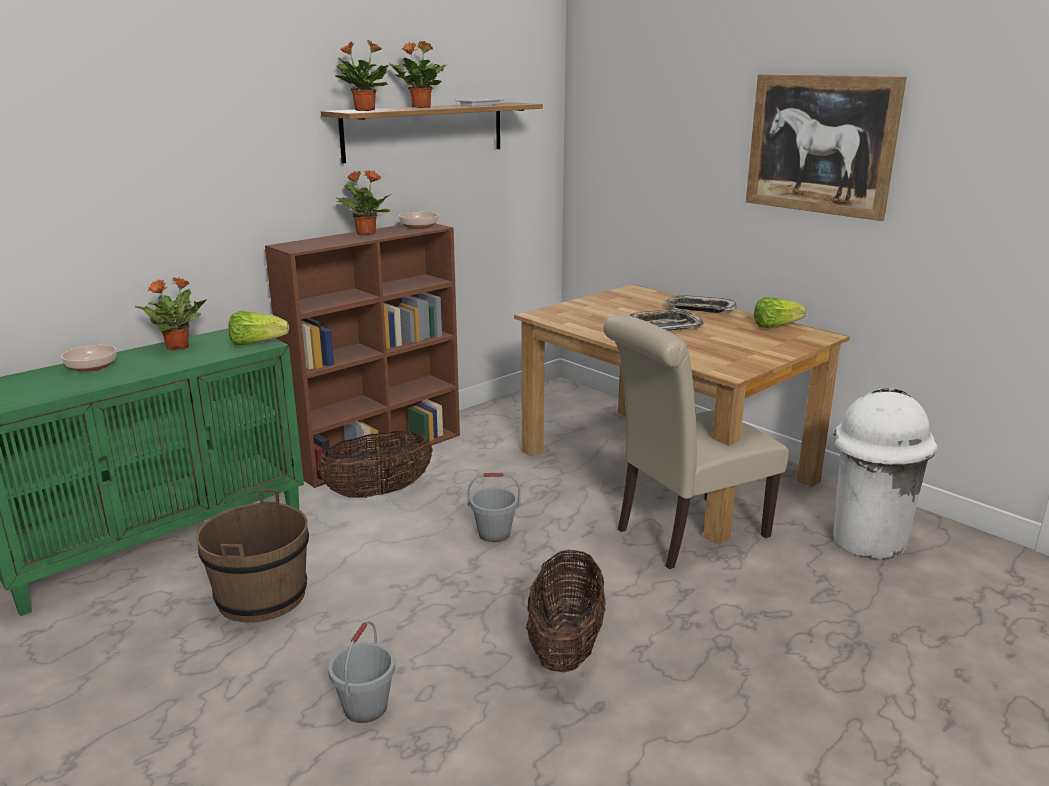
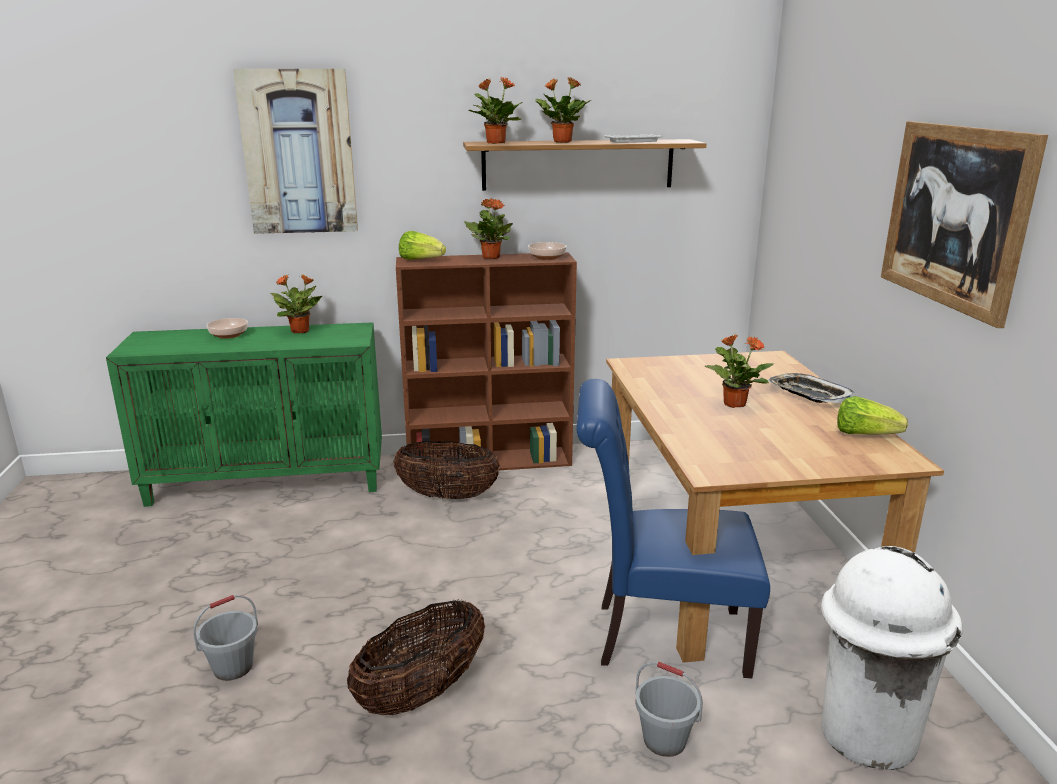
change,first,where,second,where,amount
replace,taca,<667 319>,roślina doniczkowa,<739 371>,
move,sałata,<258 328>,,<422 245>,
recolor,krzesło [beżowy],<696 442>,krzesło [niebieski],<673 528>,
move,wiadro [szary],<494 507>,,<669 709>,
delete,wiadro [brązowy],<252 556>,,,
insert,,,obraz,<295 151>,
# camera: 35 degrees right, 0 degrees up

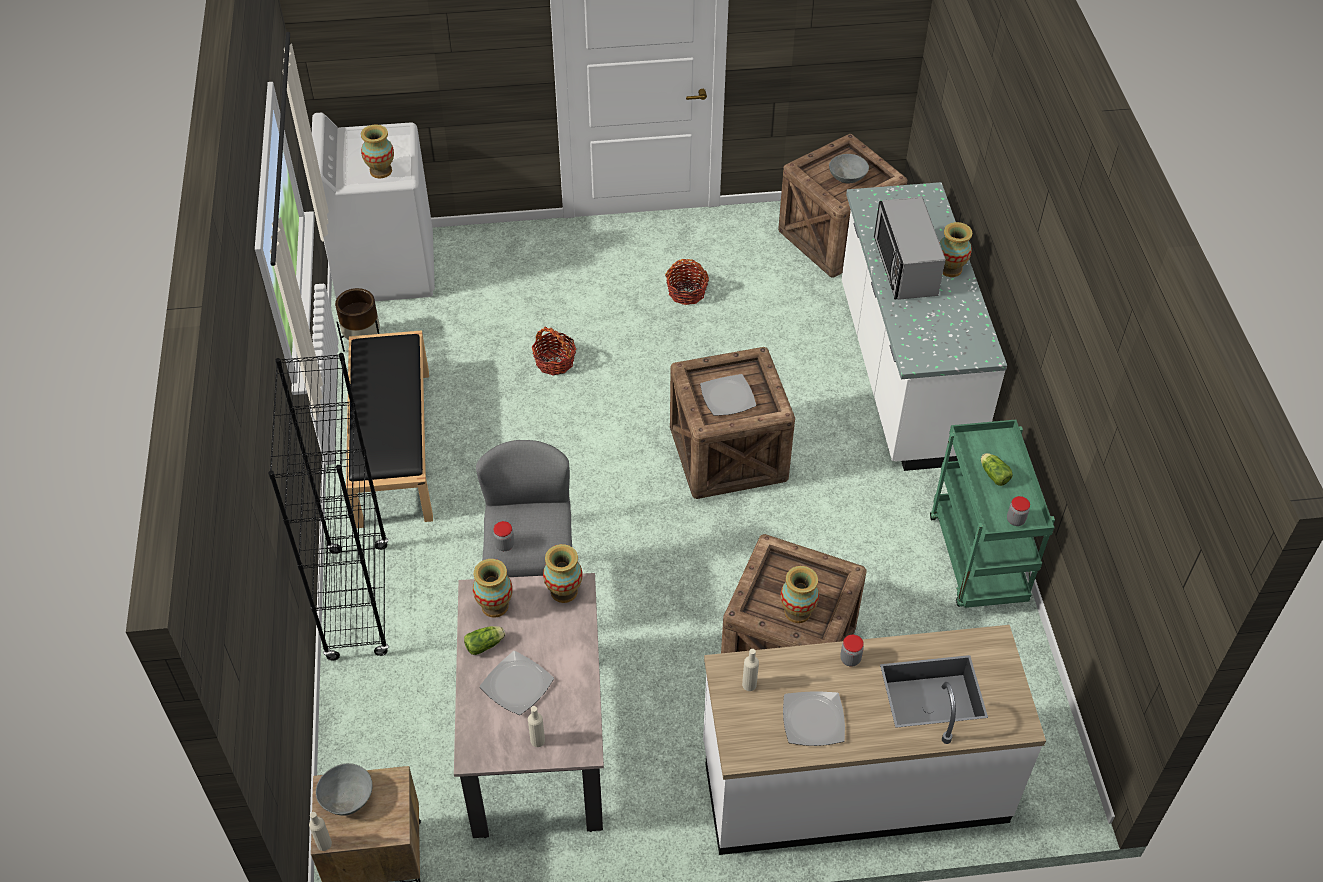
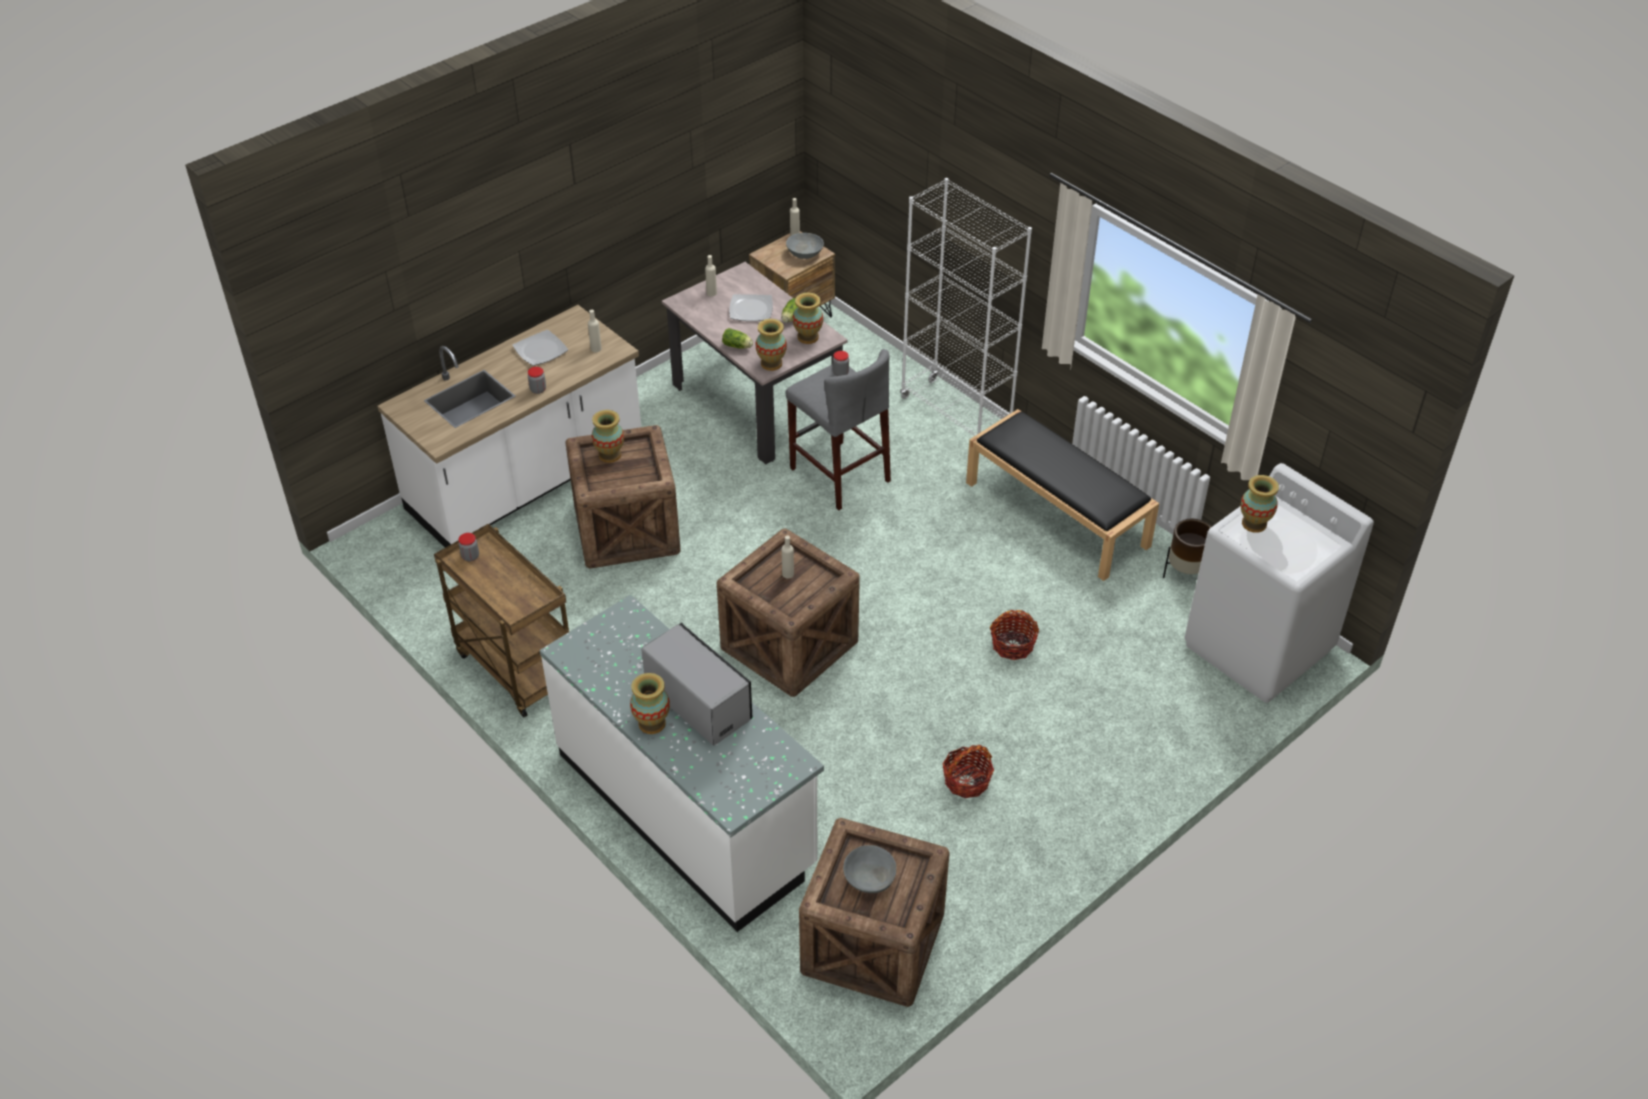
change,first,where,second,where,amount
recolor,regał [czarny],<329 506>,regał [biały],<966 307>,
replace,talerz,<728 395>,butelka [beżowy],<788 557>,
recolor,wózek [zielony],<992 514>,wózek [brązowy],<501 620>,
move,sałata,<997 469>,,<737 338>,
# camera: 145 degrees right, 5 degrees down

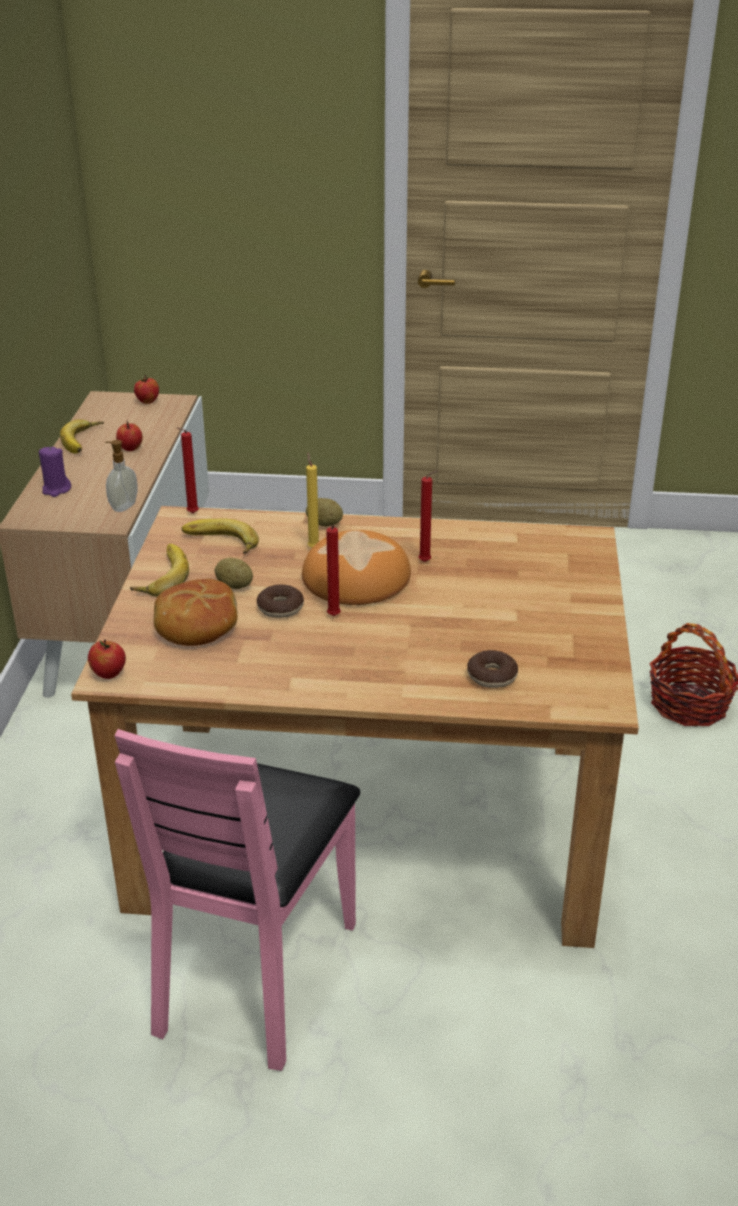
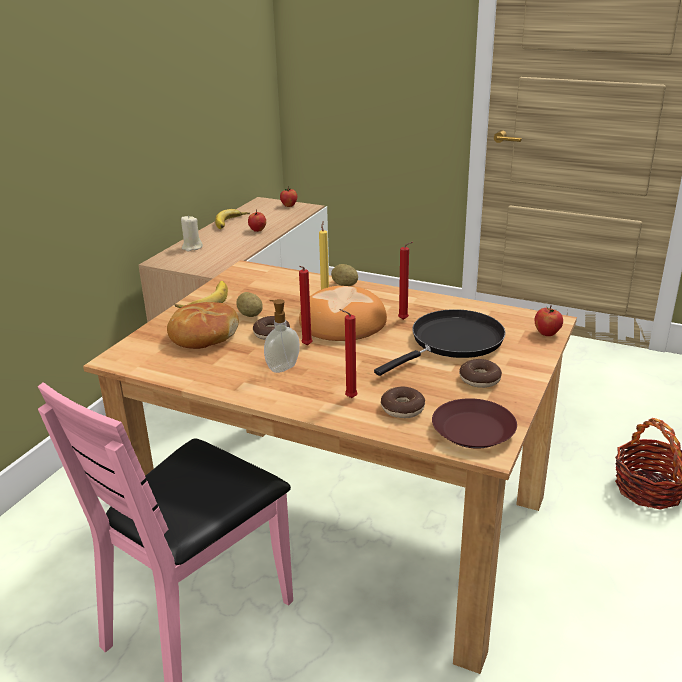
change,first,where,second,where,amount
move,świeca [czerwony],<188 470>,,<348 353>,
move,dozownik mydła,<121 476>,,<282 336>,
recolor,świeca [fioletowy],<55 471>,świeca [beżowy],<192 233>,
delete,banan,<220 536>,,,
move,jabłko,<107 659>,,<548 320>,
insert,,,patelnia [czarny],<440 342>,
insert,,,donut,<480 373>,
insert,,,talerz [brązowy],<474 423>,
# camera: 20 degrees right, 5 degrees down

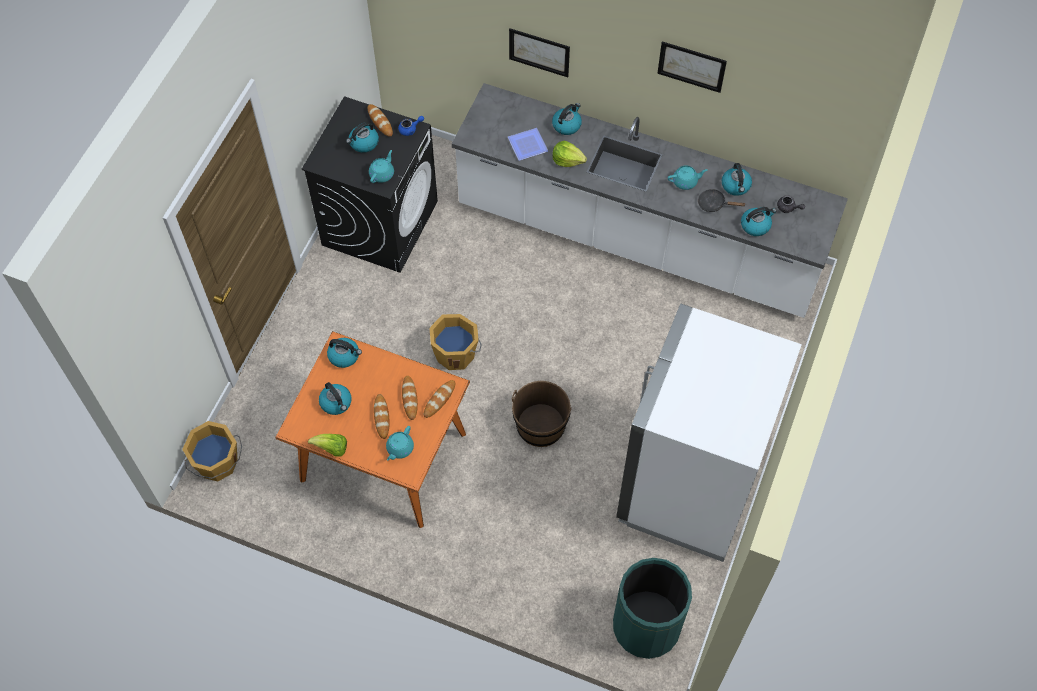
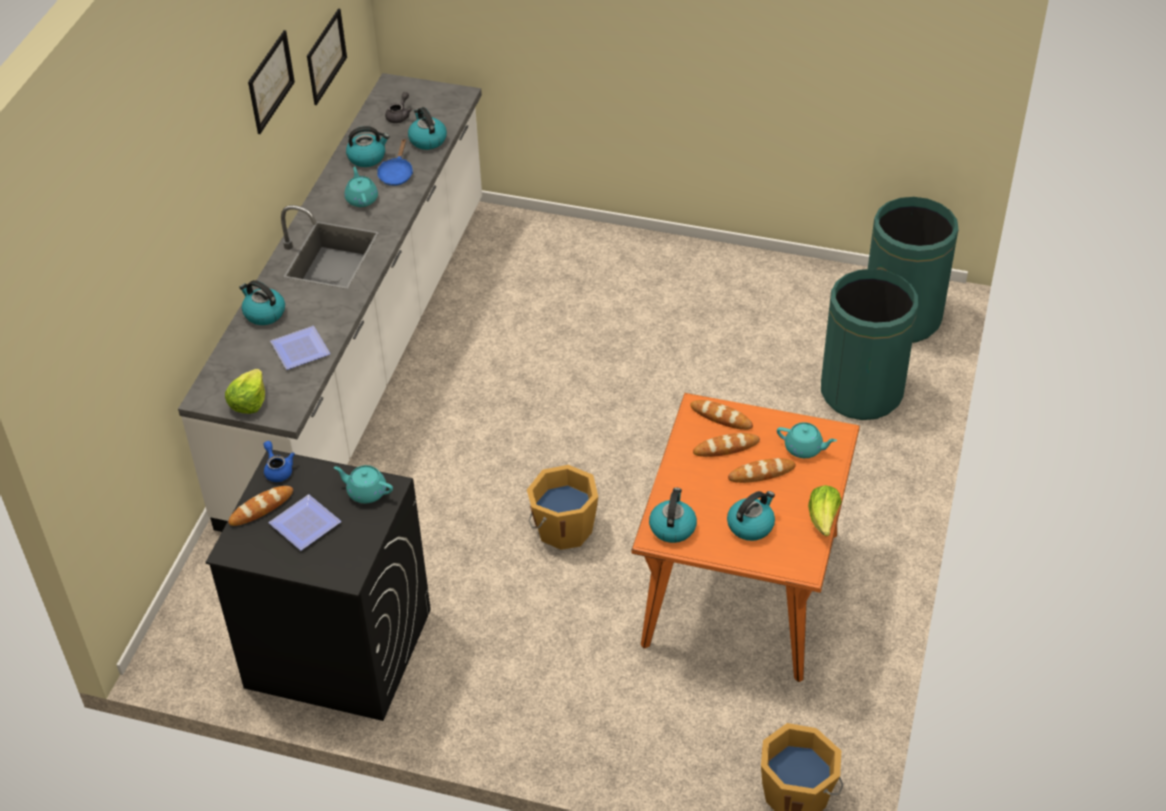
change,first,where,second,where,amount
move,obraz,<539 52>,,<327 56>,
replace,czajnik,<362 137>,talerz,<305 522>,
move,sałata,<569 154>,,<245 391>,
recolor,patelnia [czarny],<721 200>,patelnia [niebieski],<395 162>,
delete,lodówka [biały],<709 433>,,,
delete,wiadro [brązowy],<542 414>,,,
insert,,,kosz na śmieci [zielony],<869 344>,
# camera: 95 degrees left, 15 degrees down

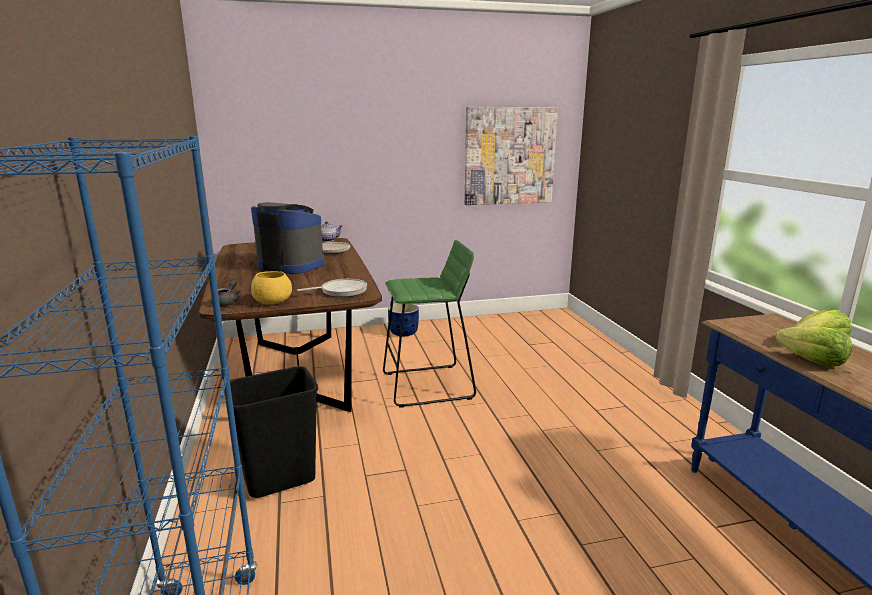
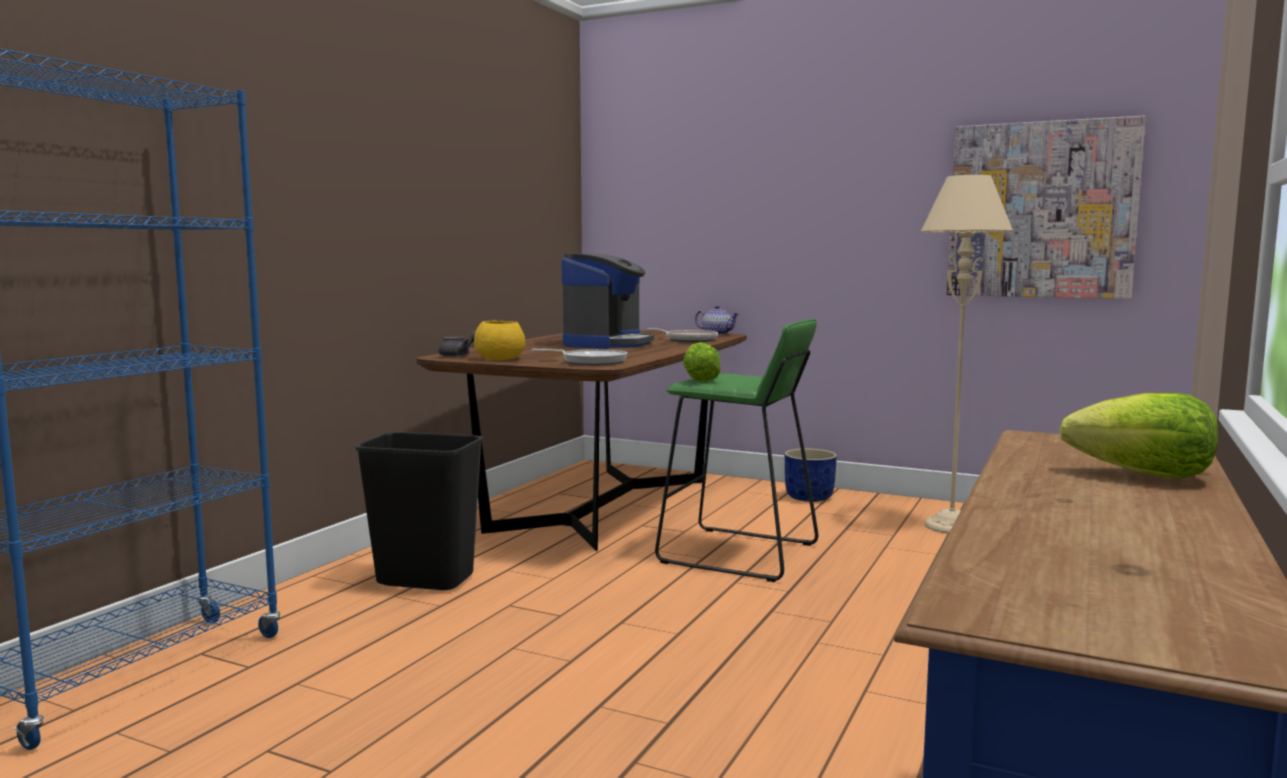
change,first,where,second,where,amount
rotate,ekspres do kawy,<287 238>,,<608 301>,45 degrees clockwise
move,sałata,<813 346>,,<702 362>,
insert,,,lampa stojąca [beżowy],<967 354>,
# camera: 40 degrees right, 10 degrees down

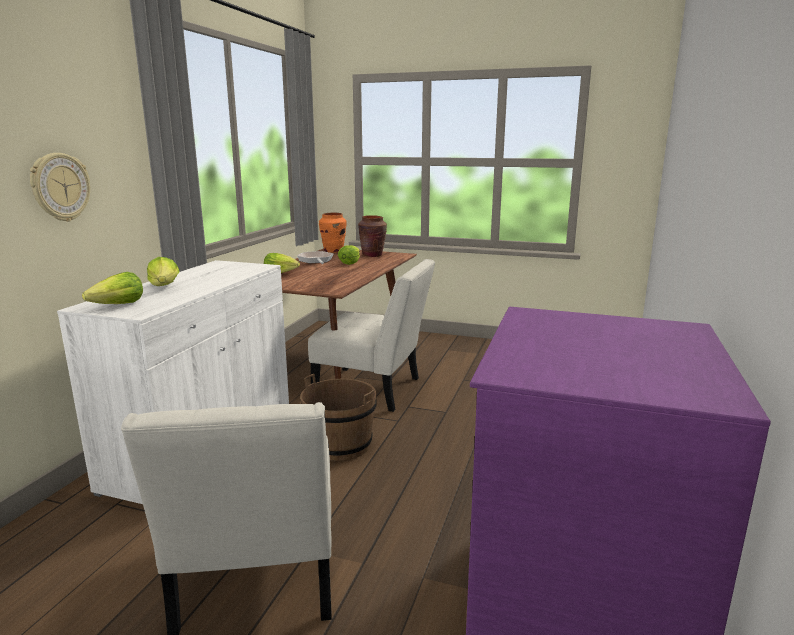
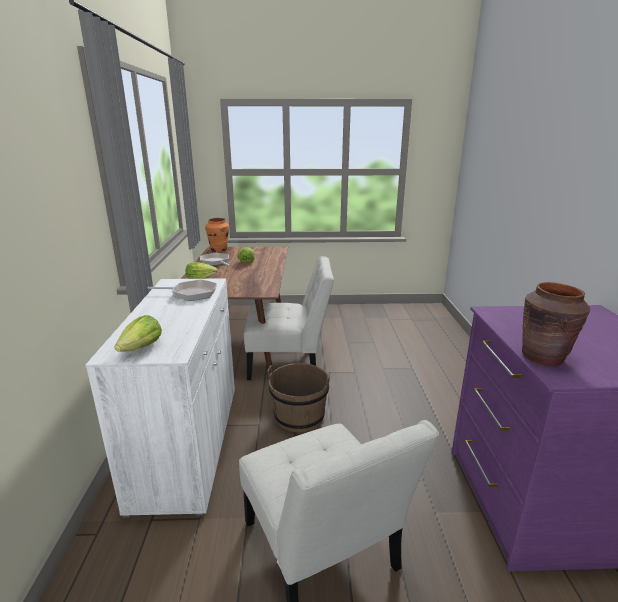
change,first,where,second,where,amount
delete,zegar ścienny,<60 187>,,,
move,wazon [brązowy],<372 236>,,<556 324>,
delete,sałata,<163 271>,,,
insert,,,patelnia,<182 290>,
# camera: 20 degrees left, 5 degrees up

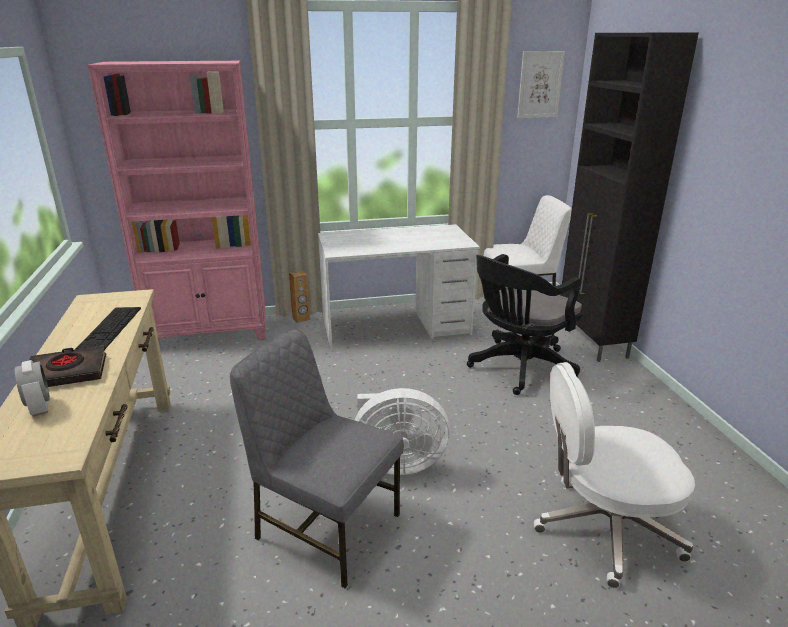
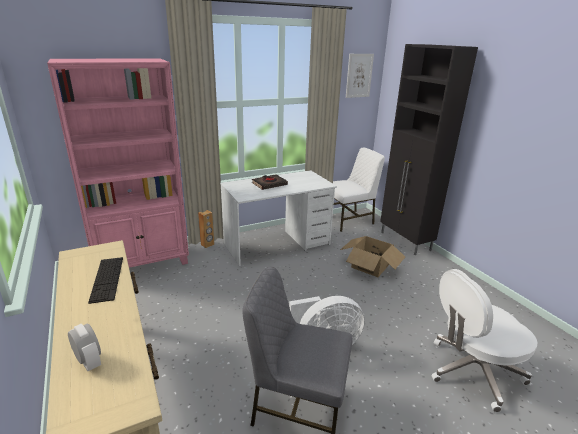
change,first,where,second,where,amount
replace,krzesło biurowe [czarny],<525 324>,karton,<372 256>,
move,książka [czarny],<67 366>,,<270 182>,
# camera: 15 degrees left, 0 degrees up

